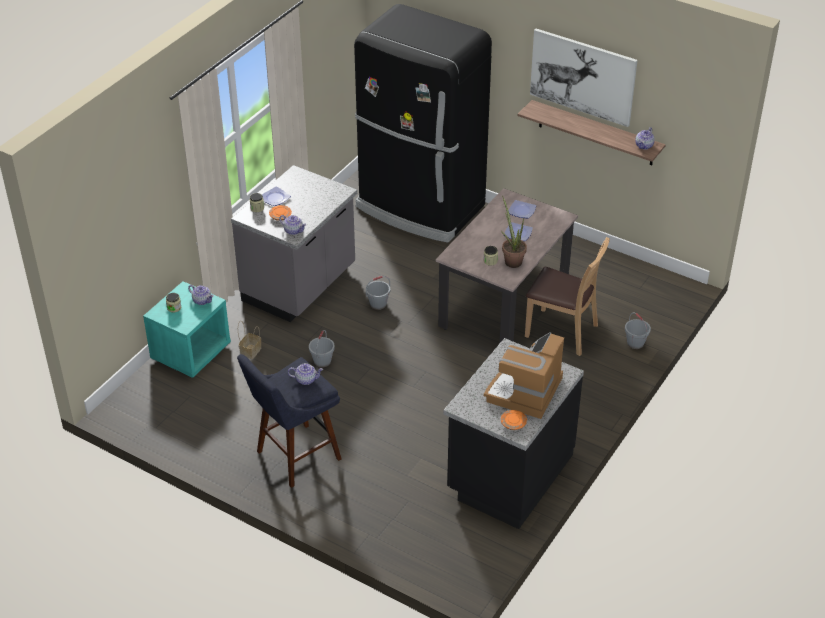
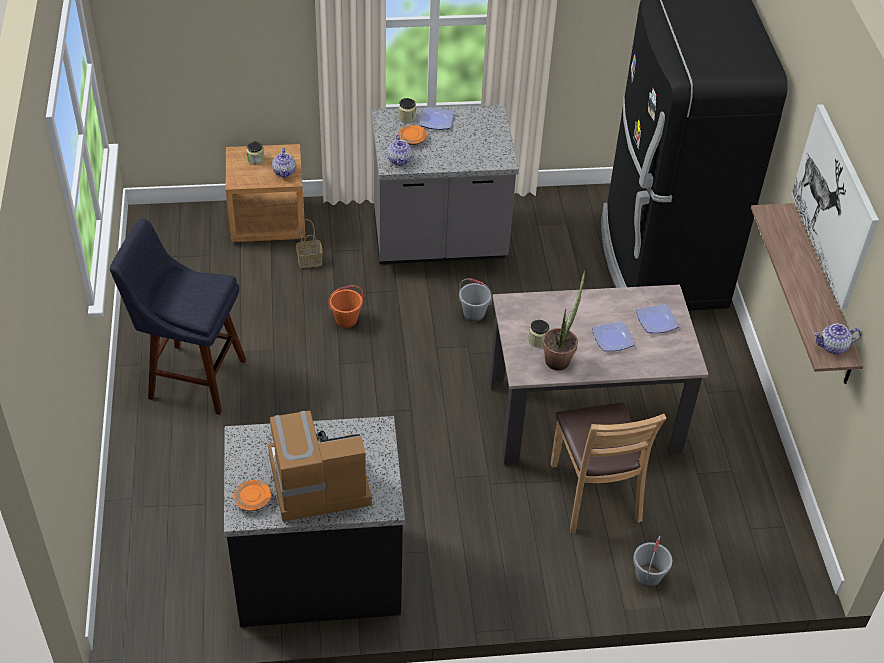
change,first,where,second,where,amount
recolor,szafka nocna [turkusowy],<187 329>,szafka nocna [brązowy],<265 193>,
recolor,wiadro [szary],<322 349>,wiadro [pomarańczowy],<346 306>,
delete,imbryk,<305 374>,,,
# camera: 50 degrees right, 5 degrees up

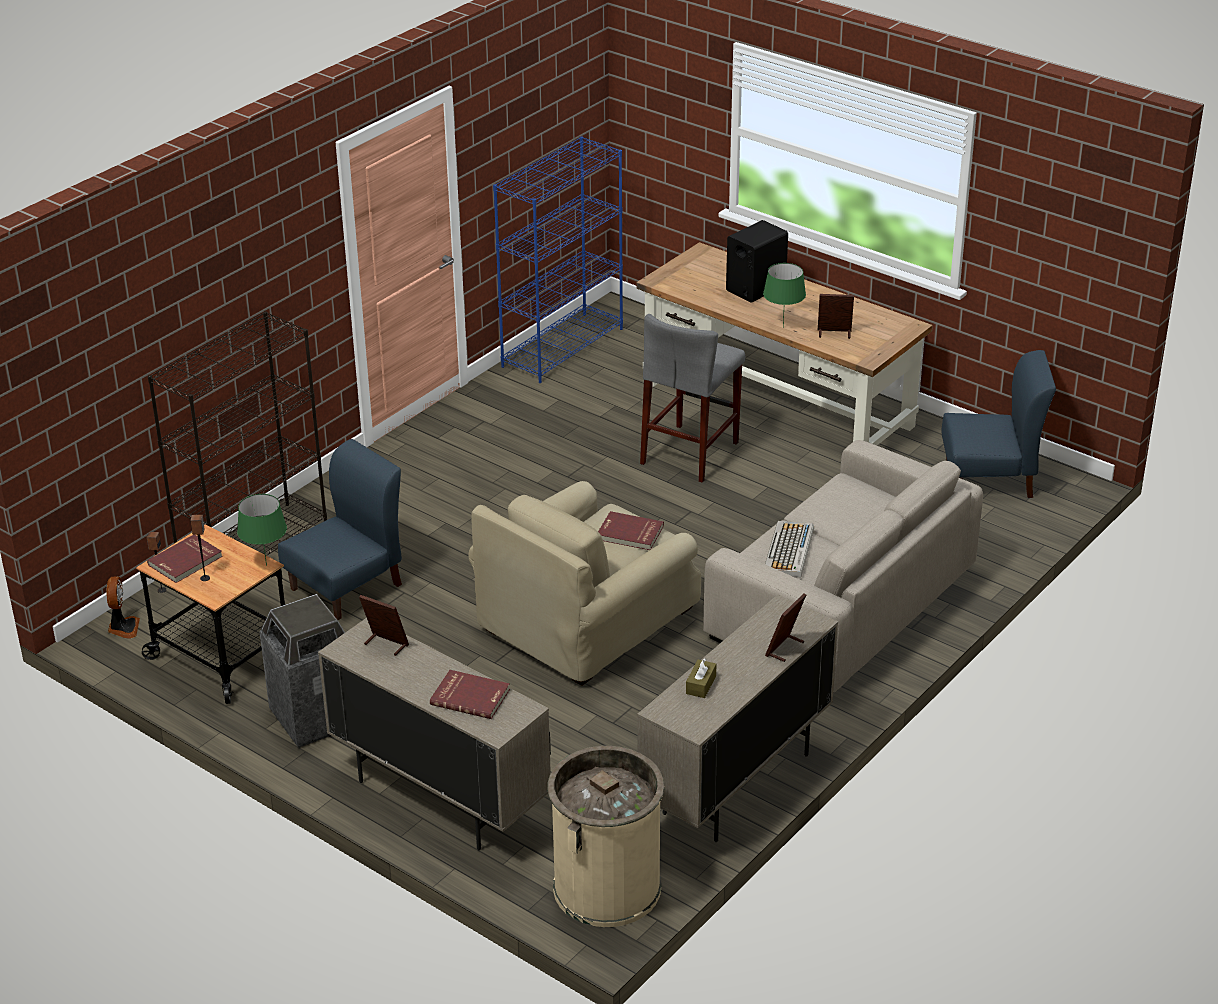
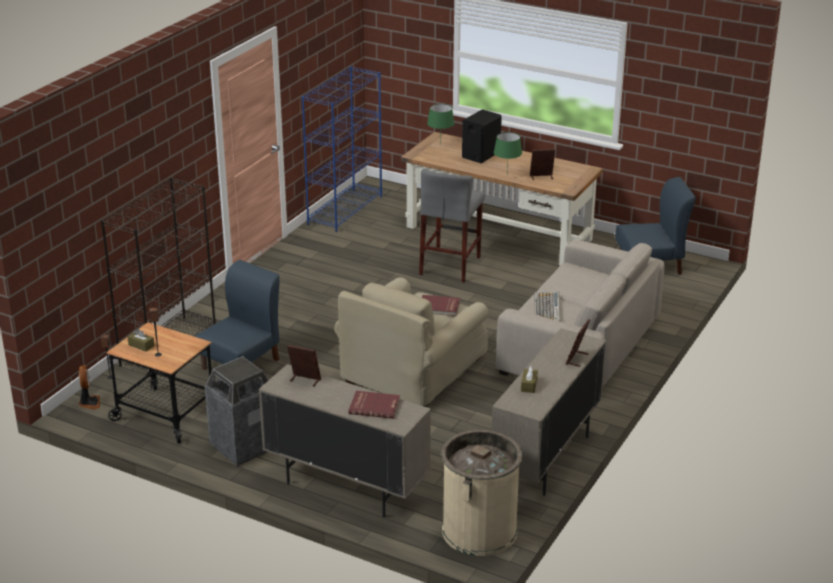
change,first,where,second,where,amount
move,lampa stołowa [zielony],<262 530>,,<440 125>,
replace,książka [czerwony],<185 559>,pudełko chusteczek [brązowy],<140 340>,
# camera: 10 degrees left, 5 degrees down

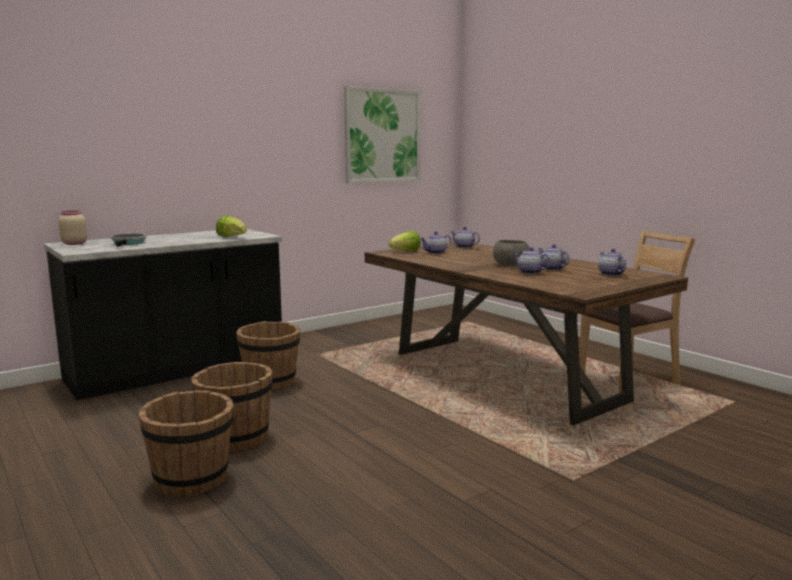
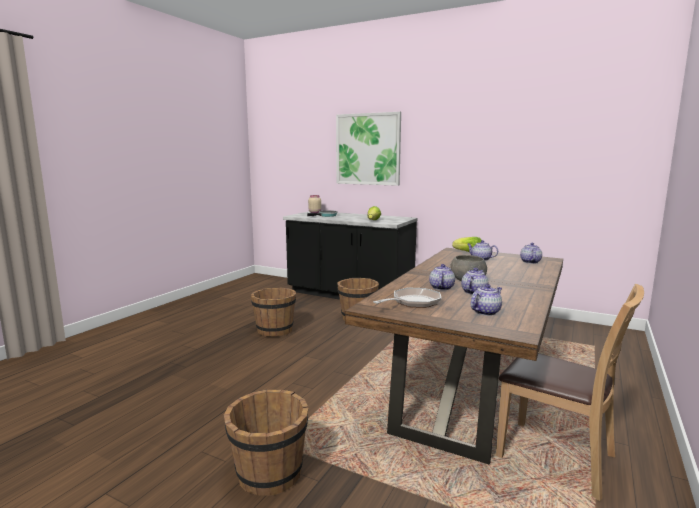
change,first,where,second,where,amount
move,obraz,<382 134>,,<368 149>,
move,wiadro [brązowy],<186 443>,,<266 443>,
insert,,,patelnia,<407 298>,
# camera: 65 degrees right, 0 degrees up

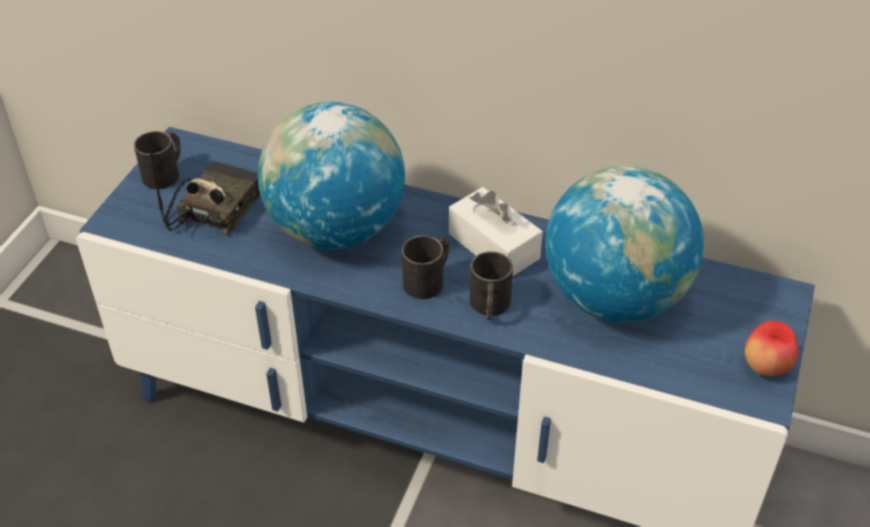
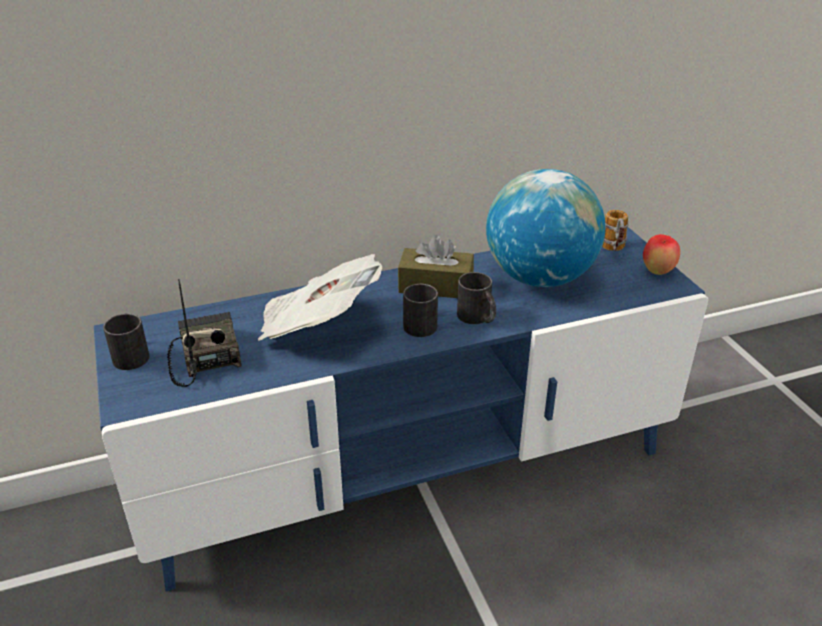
change,first,where,second,where,amount
replace,globus,<331 175>,gazeta,<320 297>,
recolor,pudełko chusteczek [biały],<496 232>,pudełko chusteczek [brązowy],<436 266>,
insert,,,kubek,<615 230>,
# camera: 40 degrees left, 10 degrees down

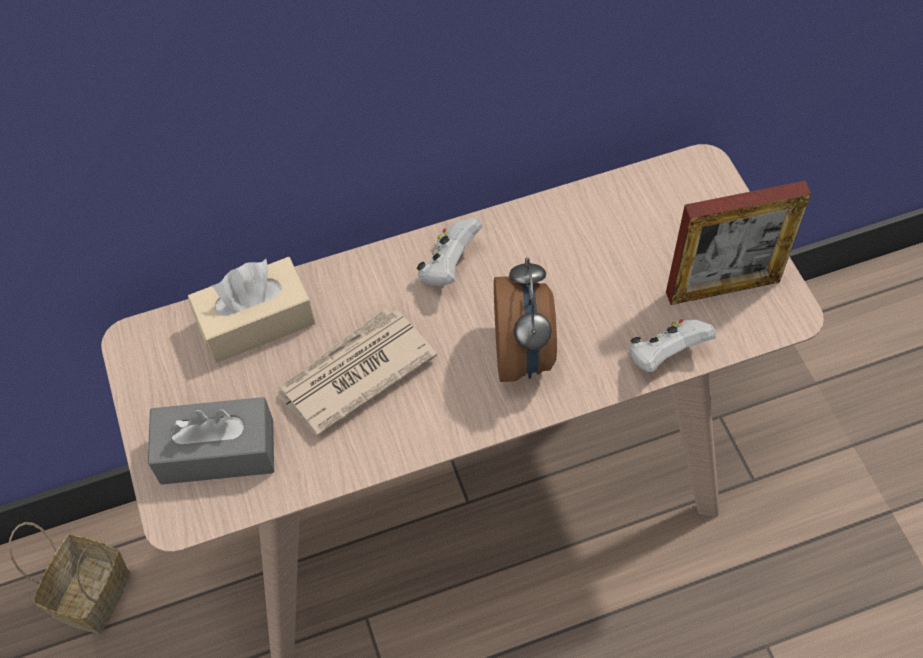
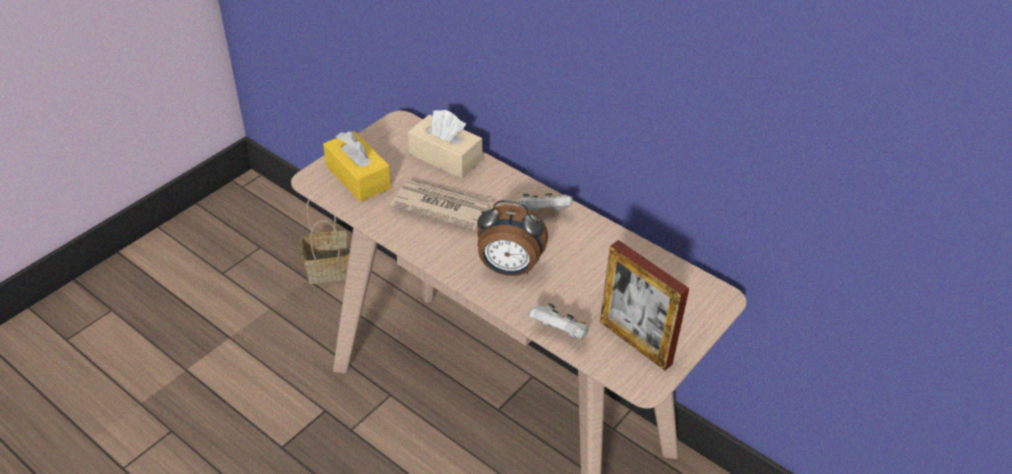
change,first,where,second,where,amount
rotate,budzik,<525 319>,,<512 238>,45 degrees clockwise
recolor,pudełko chusteczek [szary],<211 441>,pudełko chusteczek [żółty],<357 166>,
# camera: 55 degrees right, 15 degrees down

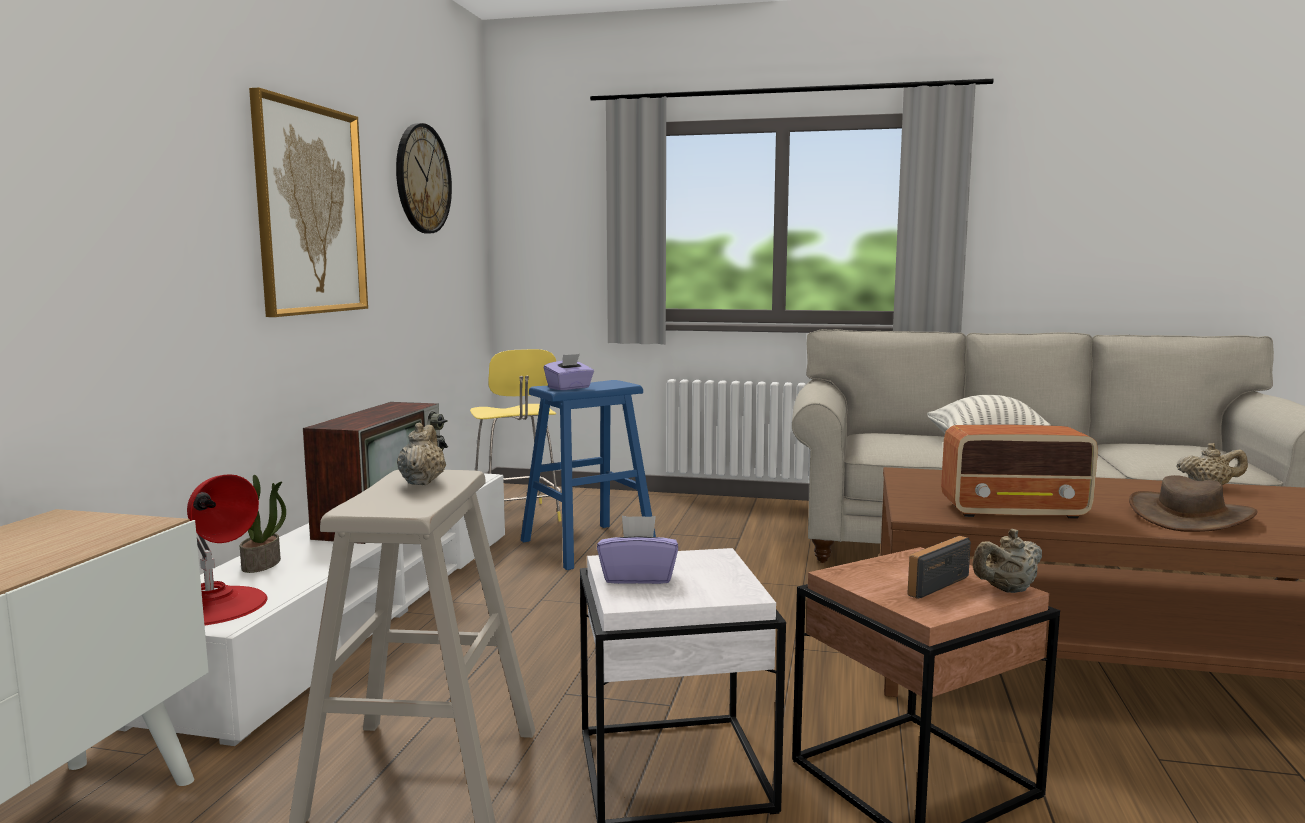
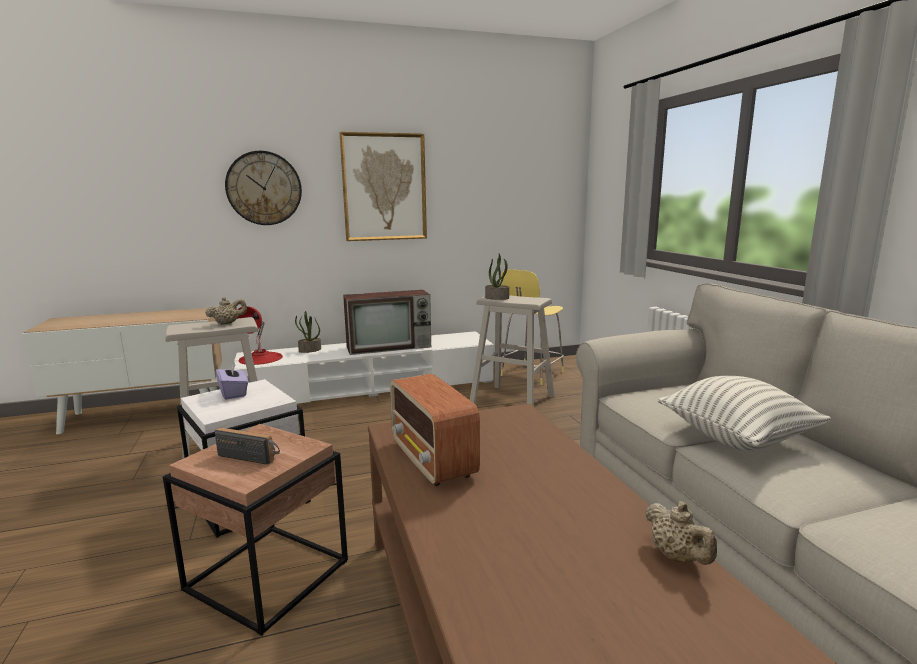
change,first,where,second,where,amount
move,zegar ścienny,<424 178>,,<263 188>,
replace,pudełko chusteczek [fioletowy],<569 372>,roślina doniczkowa,<497 277>,
recolor,stołek [niebieski],<588 475>,stołek [beżowy],<512 351>,
delete,kapelusz [brązowy],<1193 503>,,,
delete,imbryk [beżowy],<1007 561>,,,
# camera: 60 degrees right, 5 degrees up

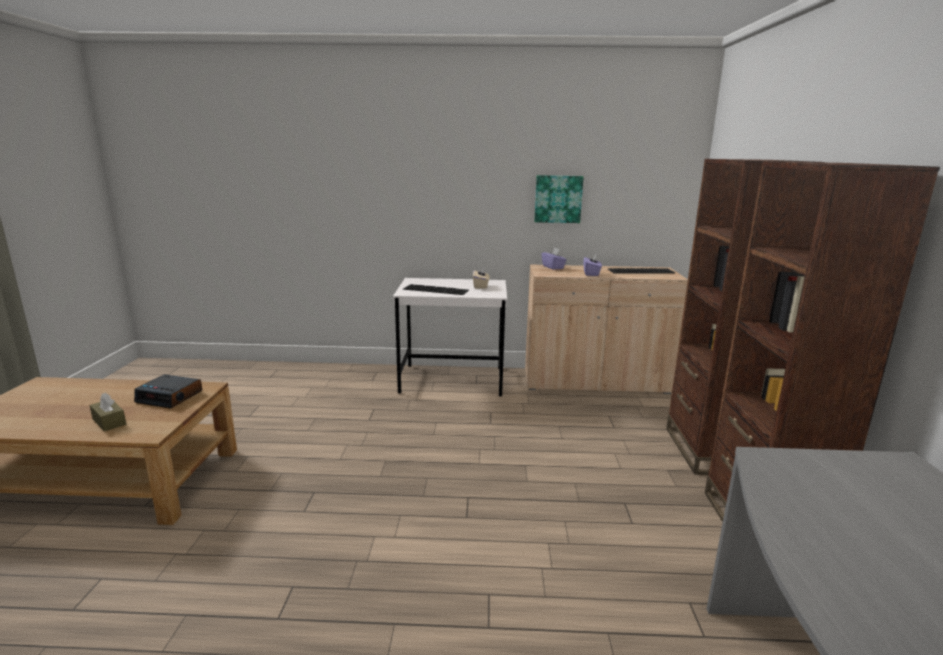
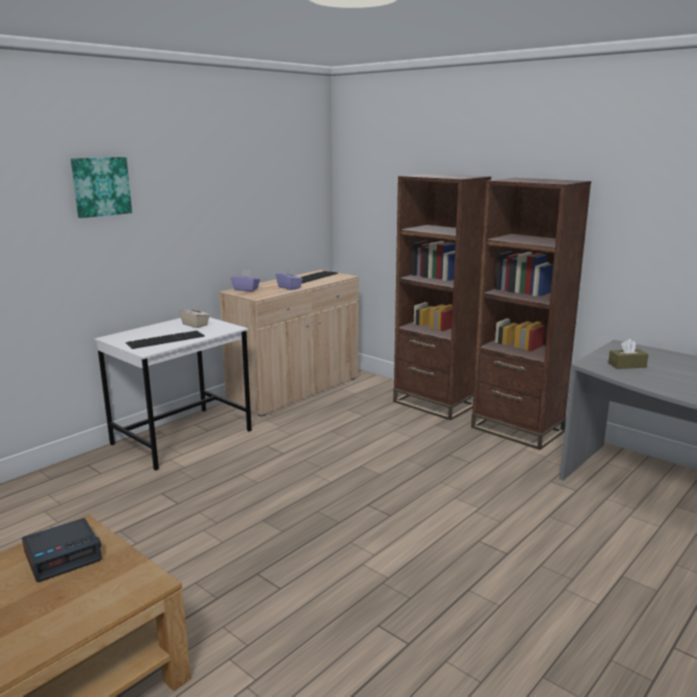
change,first,where,second,where,amount
move,obraz,<559 199>,,<101 187>,
move,pudełko chusteczek [brązowy],<108 412>,,<628 354>,
# camera: 50 degrees left, 0 degrees up

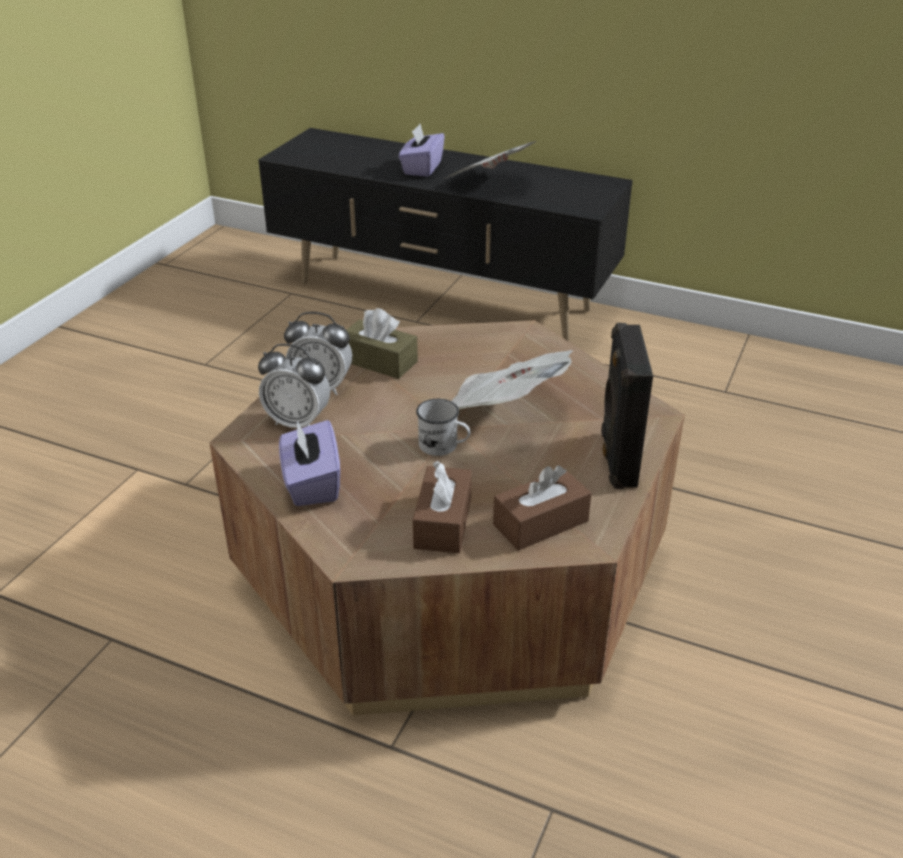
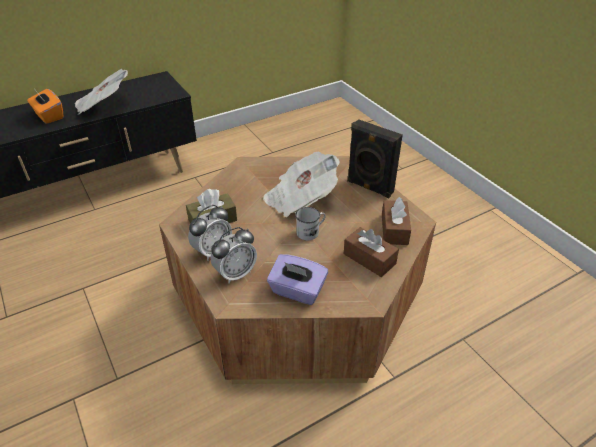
change,first,where,second,where,amount
recolor,pudełko chusteczek [fioletowy],<422 150>,pudełko chusteczek [pomarańczowy],<45 106>,
# camera: 55 degrees left, 5 degrees up

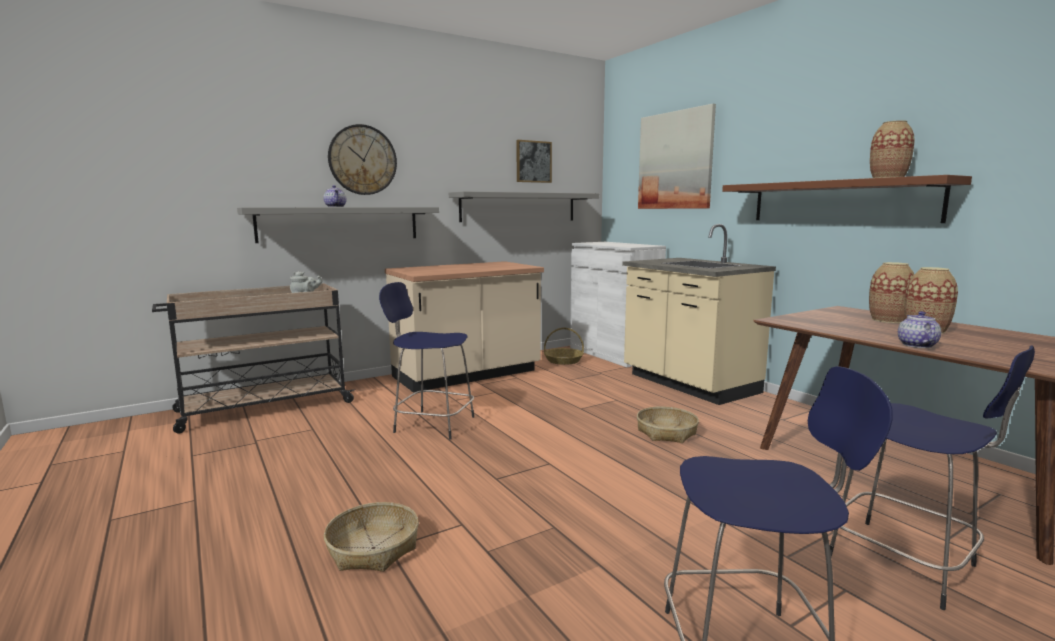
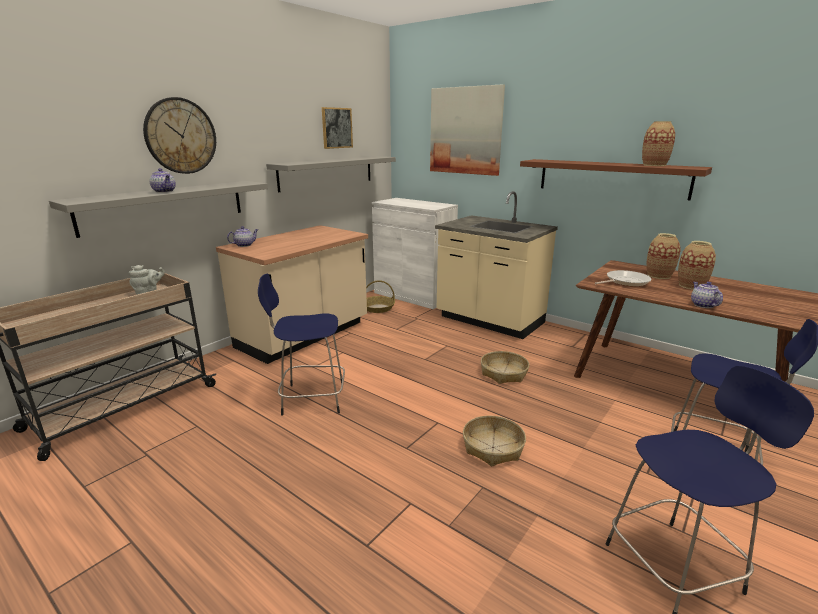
change,first,where,second,where,amount
move,koszyk,<371 537>,,<494 441>,
insert,,,imbryk,<242 236>,
insert,,,patelnia,<623 278>,
# camera: 20 degrees left, 10 degrees up

